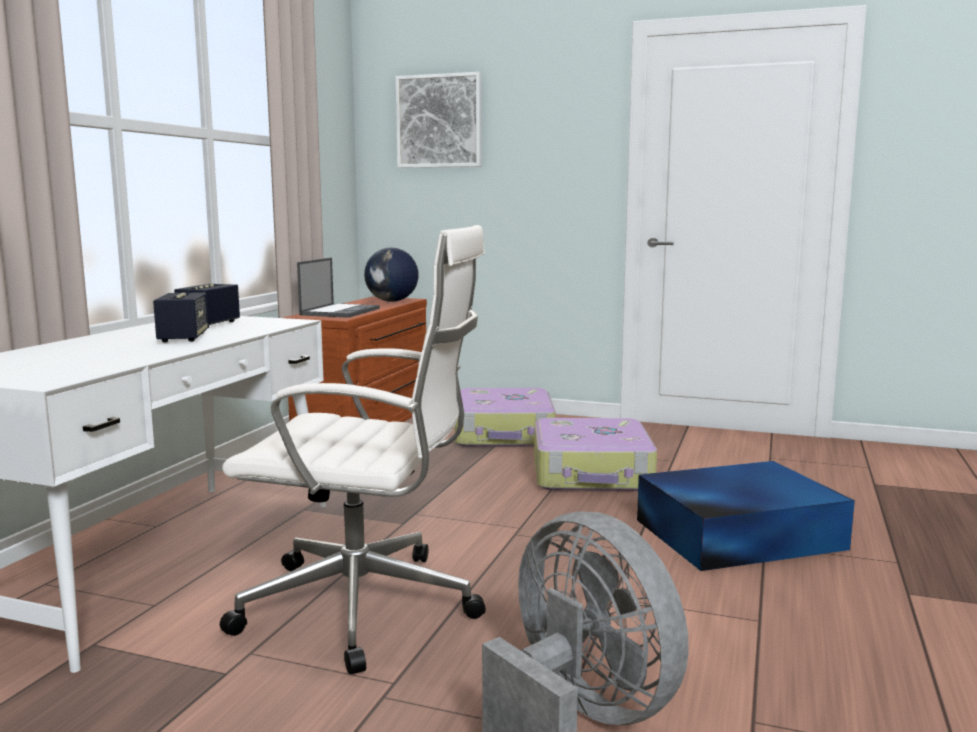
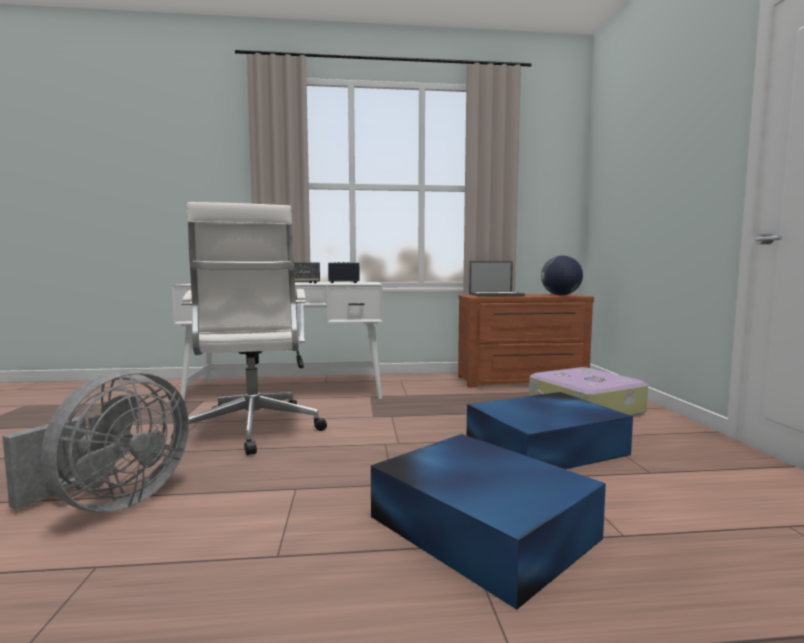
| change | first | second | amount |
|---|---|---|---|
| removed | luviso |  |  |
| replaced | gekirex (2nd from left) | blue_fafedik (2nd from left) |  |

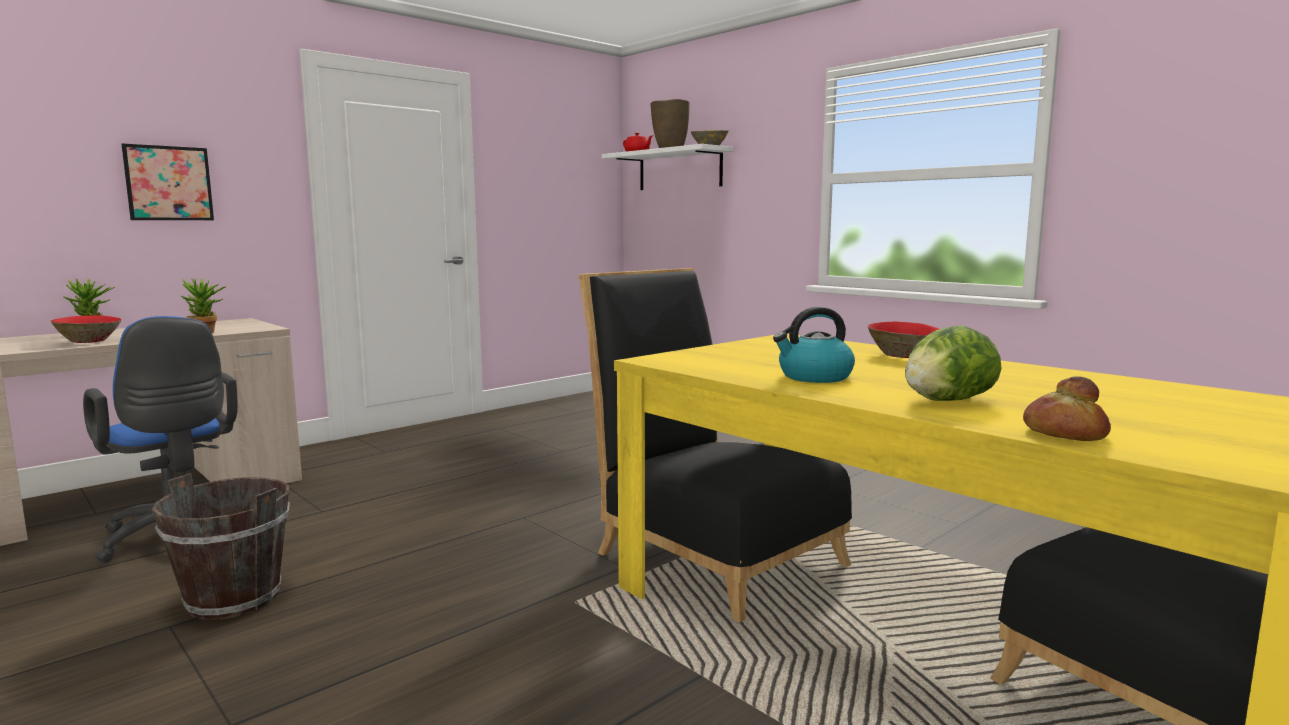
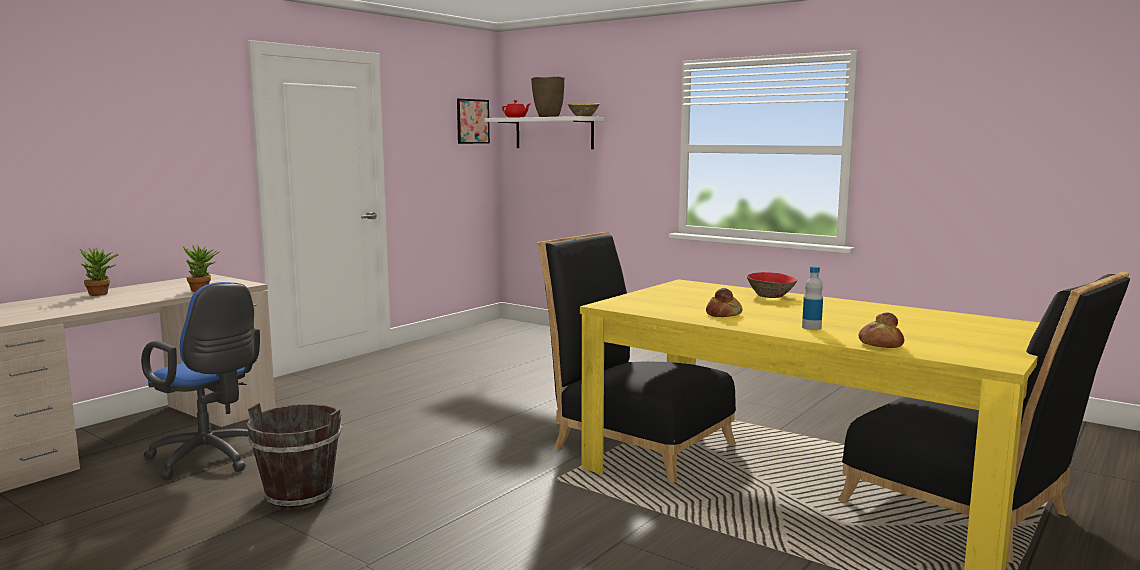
| change | first | second | amount |
|---|---|---|---|
| moved | luviso |  |  |
| replaced | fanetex | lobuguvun (1st from left) |  |
| removed | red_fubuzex (1st from left) |  |  |
| replaced | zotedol | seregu |  |

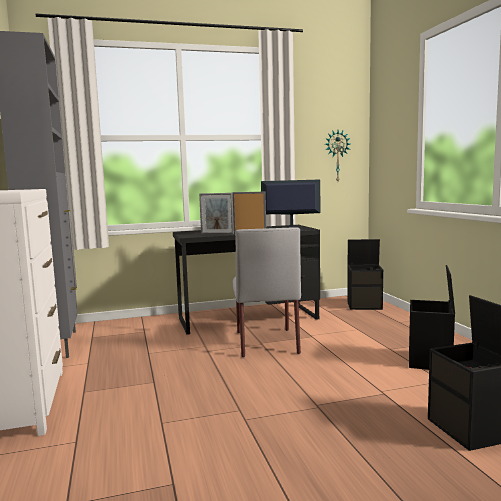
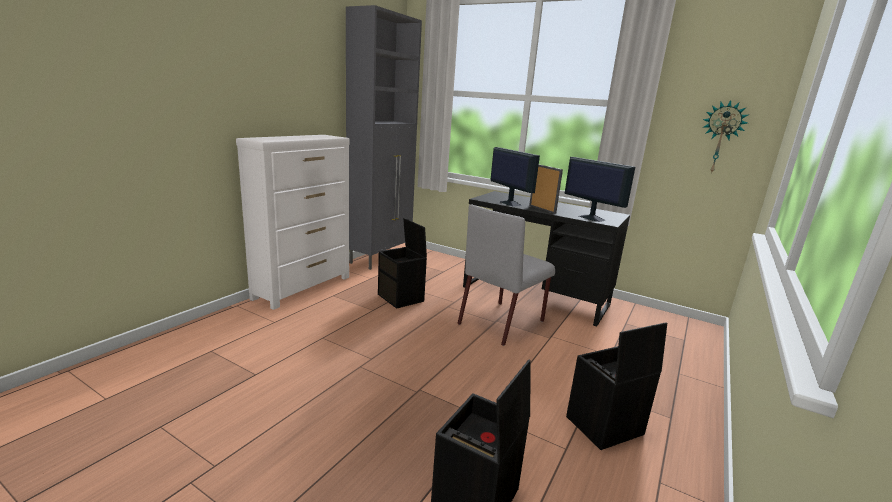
| change | first | second | amount |
|---|---|---|---|
| replaced | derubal (1st from left) | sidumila (1st from left) |  |
| moved | black_fafedik (1st from left) |  |  |

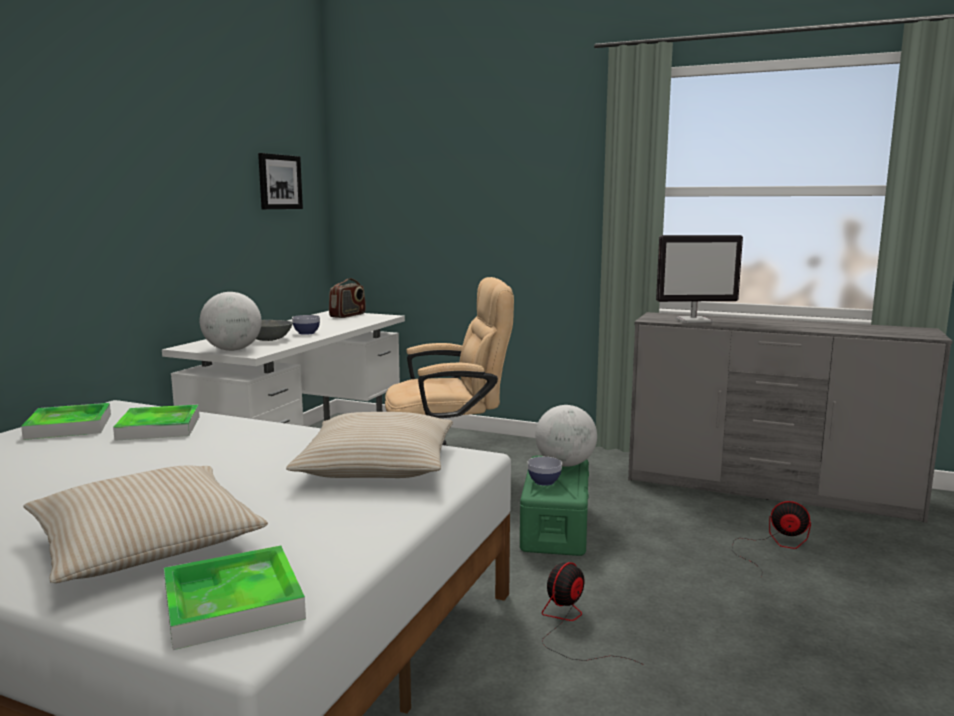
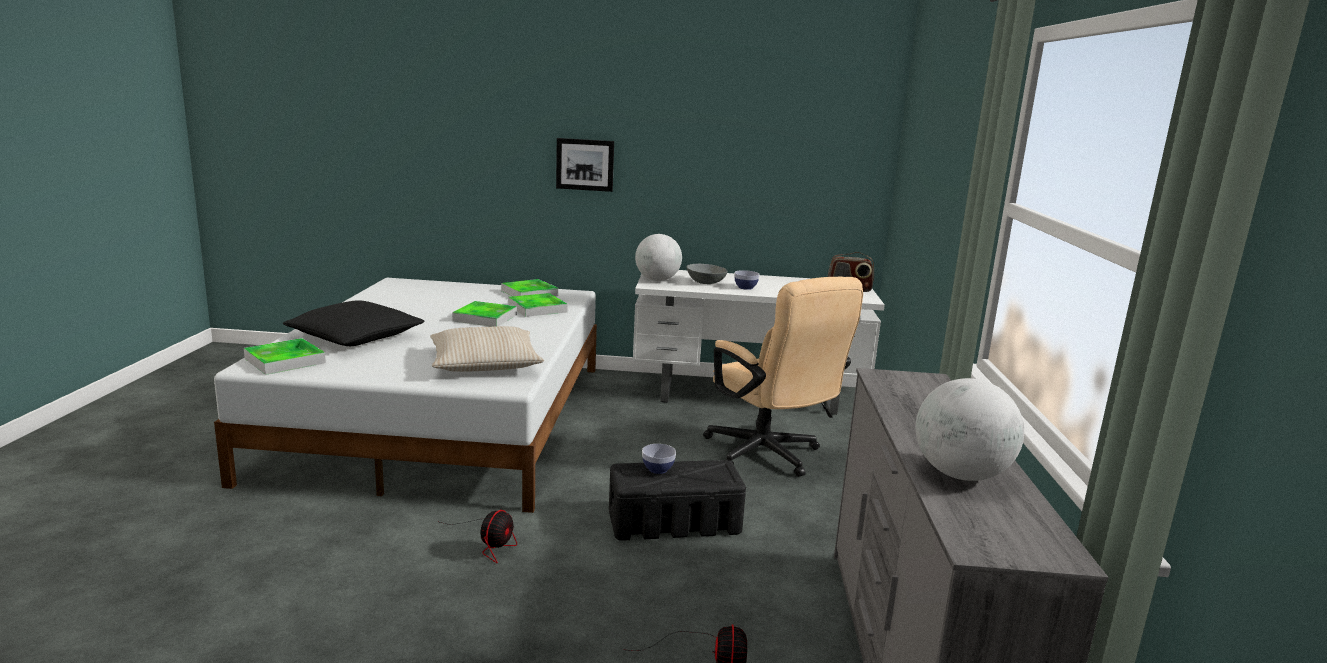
| change | first | second | amount |
|---|---|---|---|
| moved | luviso |  |  |
| removed | sidumila |  |  |
| moved | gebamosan (2nd from left) |  |  |
| recoloured | green_fafedik | black_fafedik |  |
| recoloured | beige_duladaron (1st from left) | black_duladaron |  |
| turned | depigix (1st from left) |  | 90 degrees clockwise |
| added |  | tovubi (2nd from left) |  |

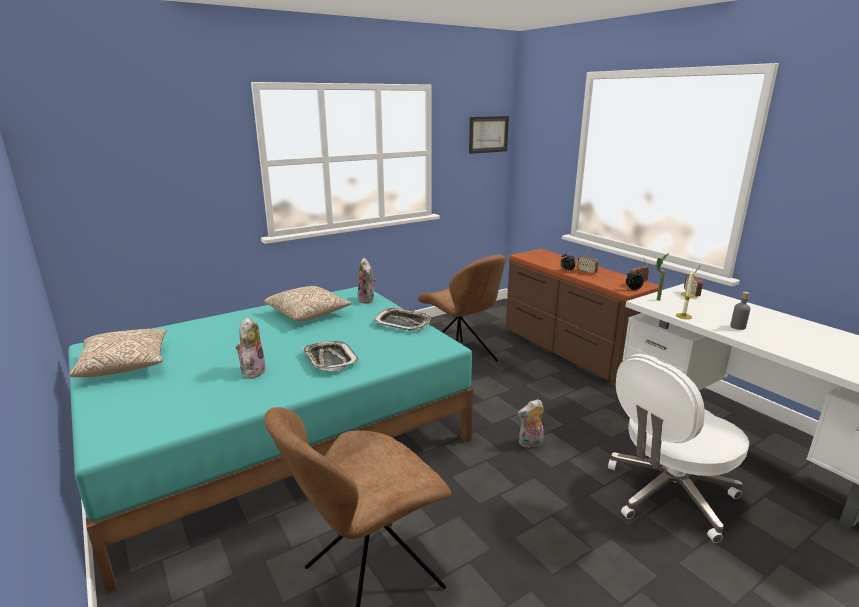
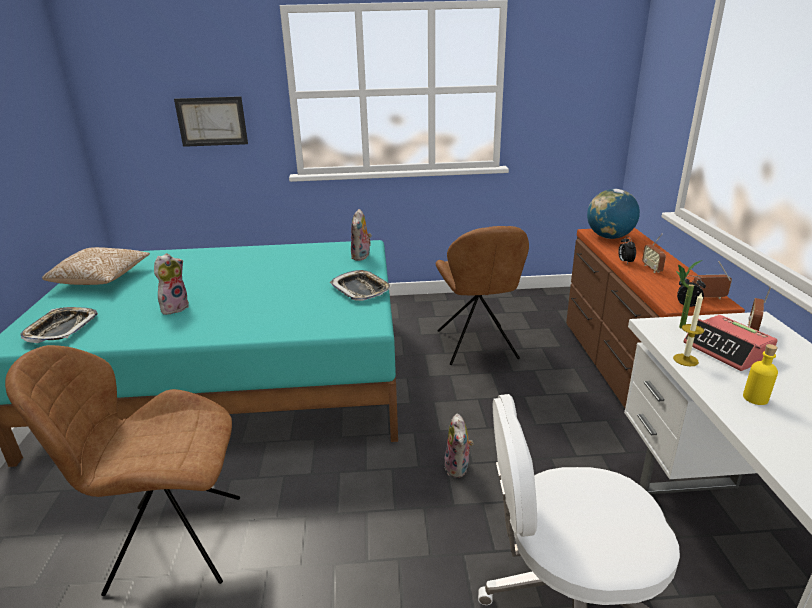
| change | first | second | amount |
|---|---|---|---|
| moved | luviso |  |  |
| removed | duladaron (2nd from left) |  |  |
| recoloured | grey_seregu | yellow_seregu |  |
| moved | tovubi (1st from left) |  |  |
| turned | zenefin (3rd from left) |  | 105 degrees counterclockwise |
| added |  | gebamosan |  |
| added |  | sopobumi (3rd from left) |  |

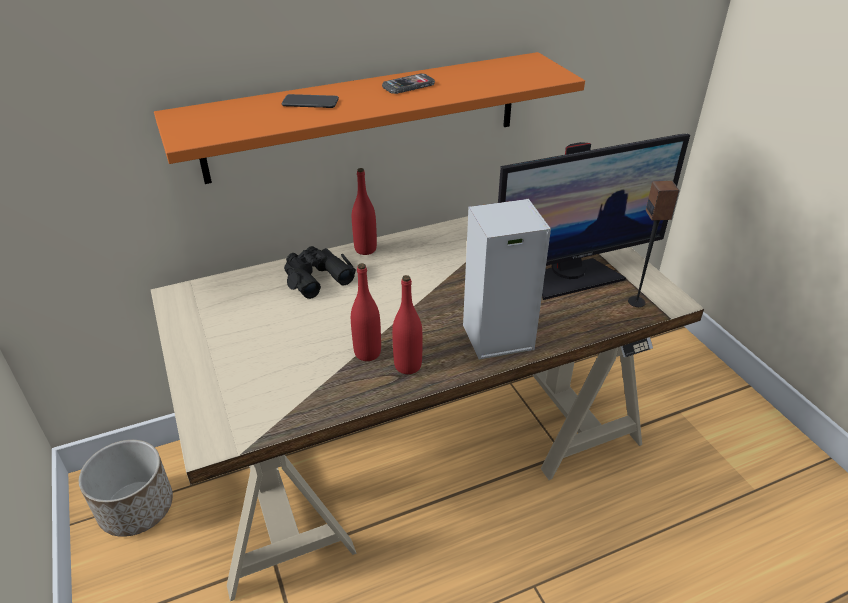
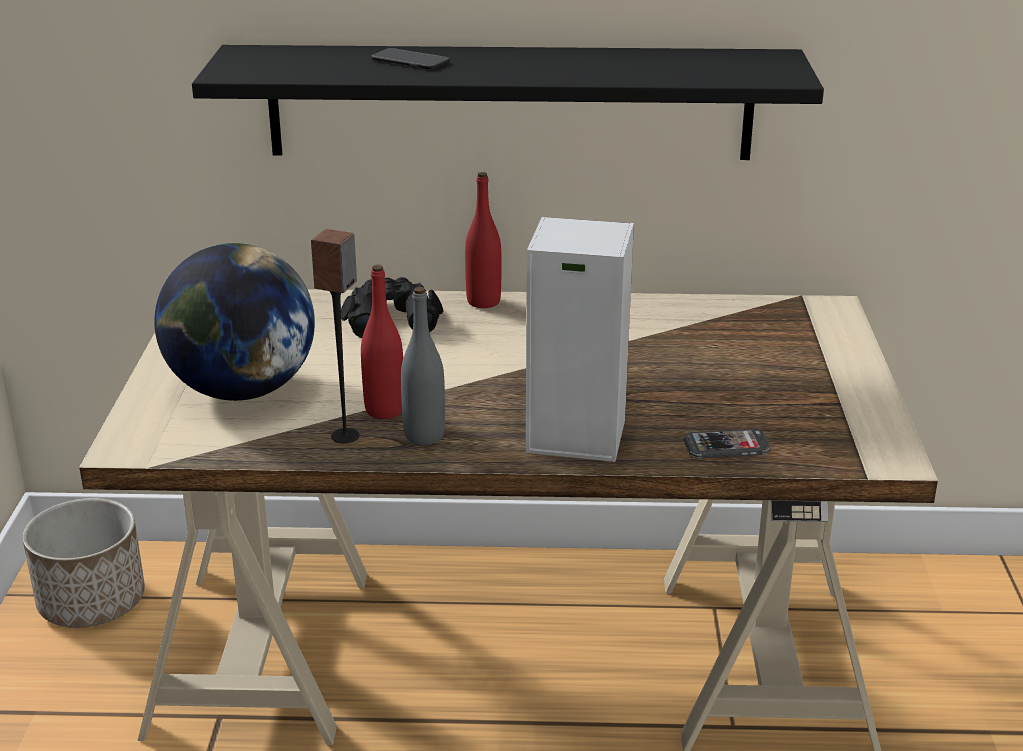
| change | first | second | amount |
|---|---|---|---|
| recoloured | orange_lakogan | black_lakogan |  |
| moved | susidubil (2nd from left) |  |  |
| removed | sidumila |  |  |
| moved | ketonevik (2nd from left in the first image) | ketonevik (1st from left) |  |
| recoloured | red_seregu (3rd from left) | grey_seregu |  |
| added |  | gebamosan |  |

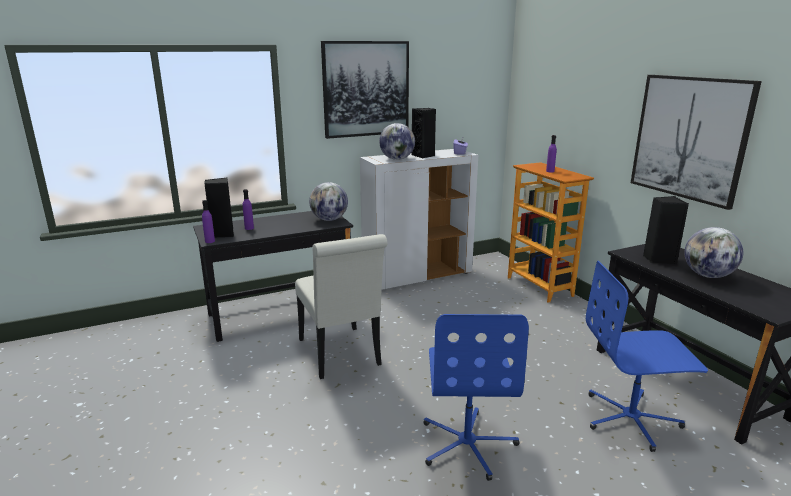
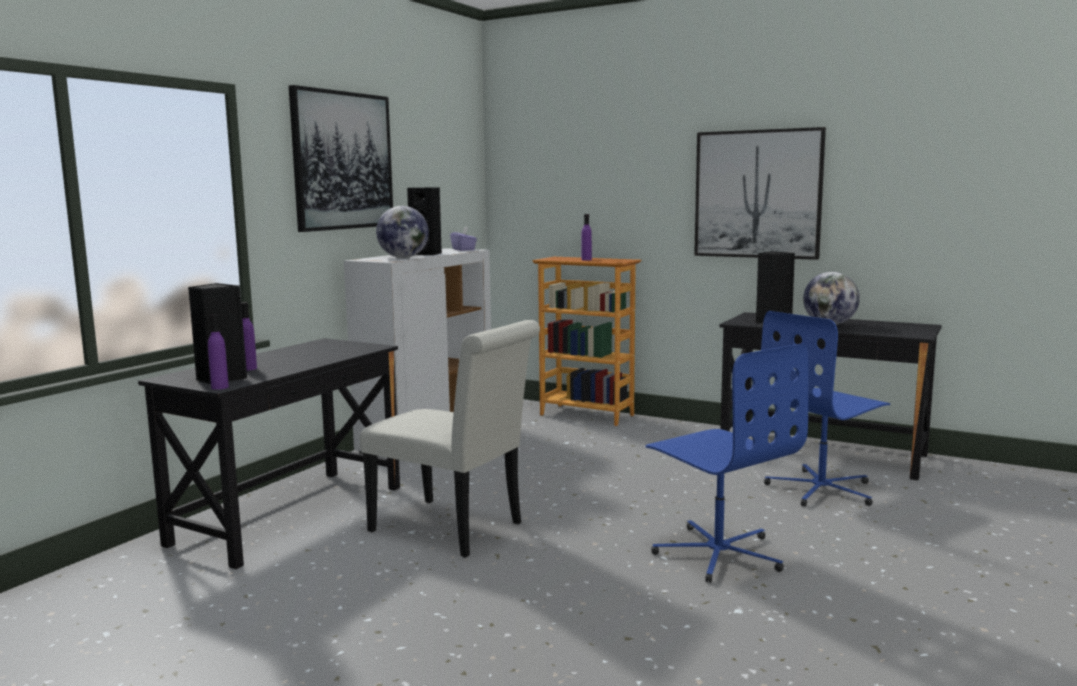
| change | first | second | amount |
|---|---|---|---|
| removed | gebamosan (1st from left) |  |  |

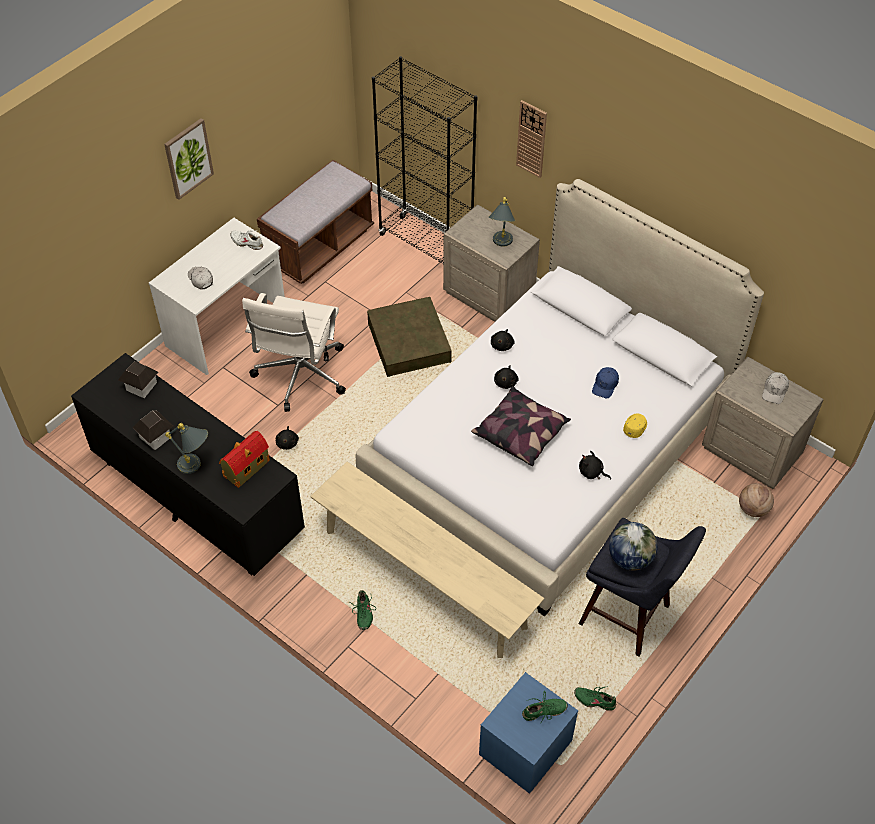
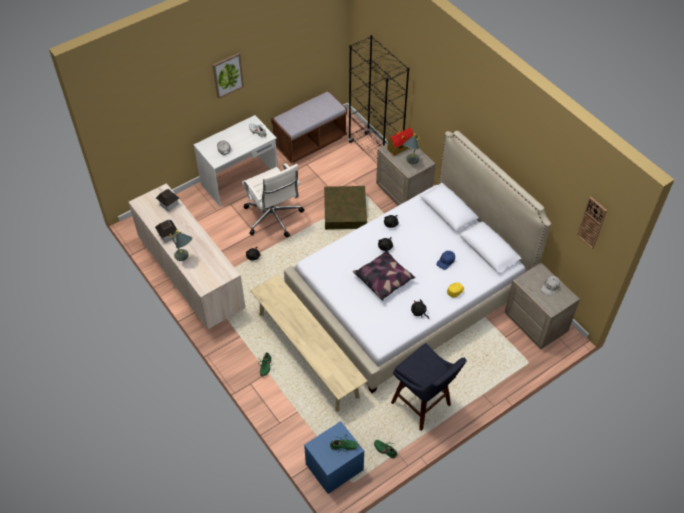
| change | first | second | amount |
|---|---|---|---|
| moved | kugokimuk |  |  |
| turned | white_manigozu |  | 60 degrees counterclockwise |
| recoloured | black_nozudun | beige_nozudun |  |
| moved | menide (3rd from left) |  |  |
| removed | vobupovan |  |  |
| removed | gebamosan |  |  |

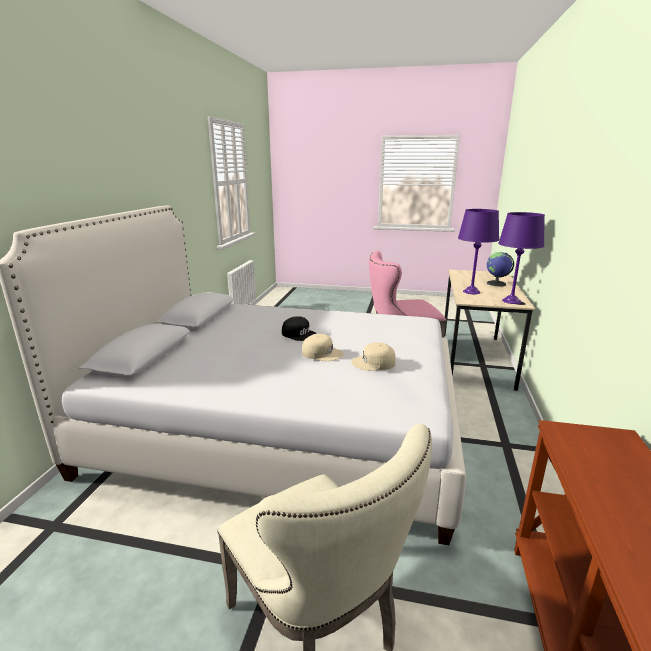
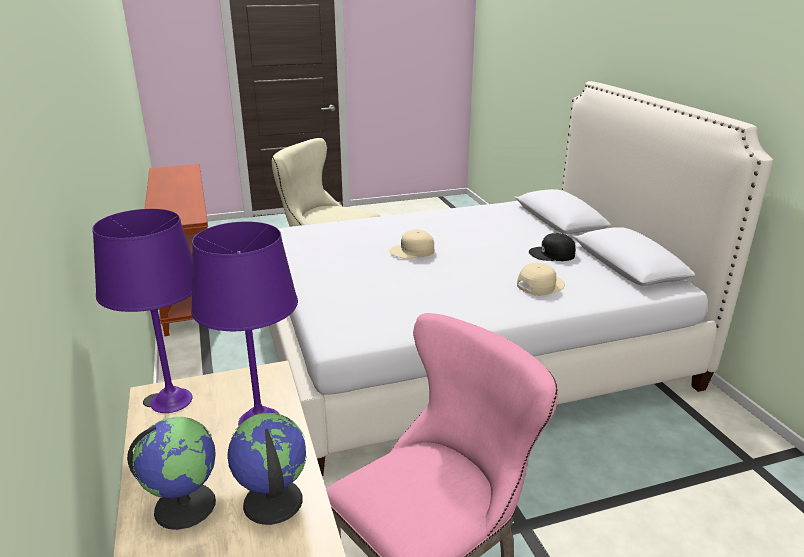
| change | first | second | amount |
|---|---|---|---|
| moved | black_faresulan |  |  |
| moved | beige_faresulan (2nd from left) |  |  |
| added |  | gebamosan (2nd from left) |  |

